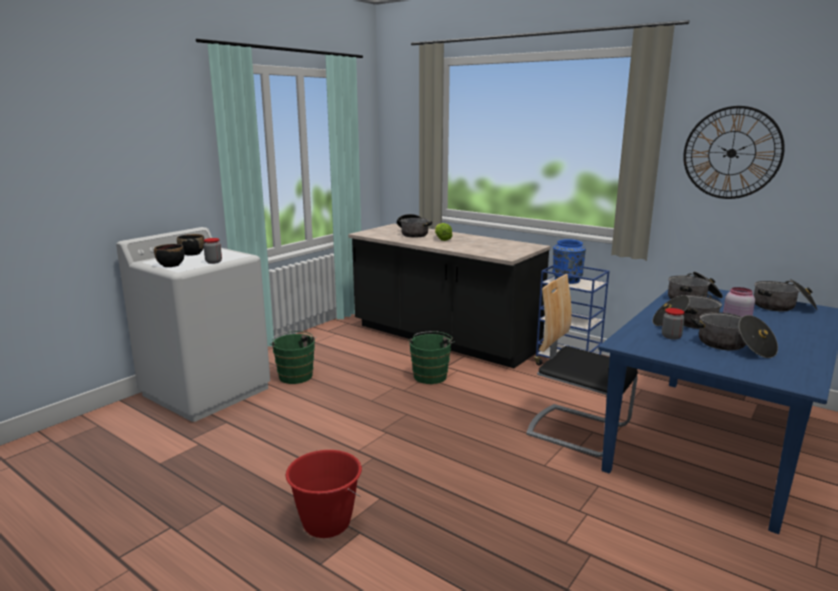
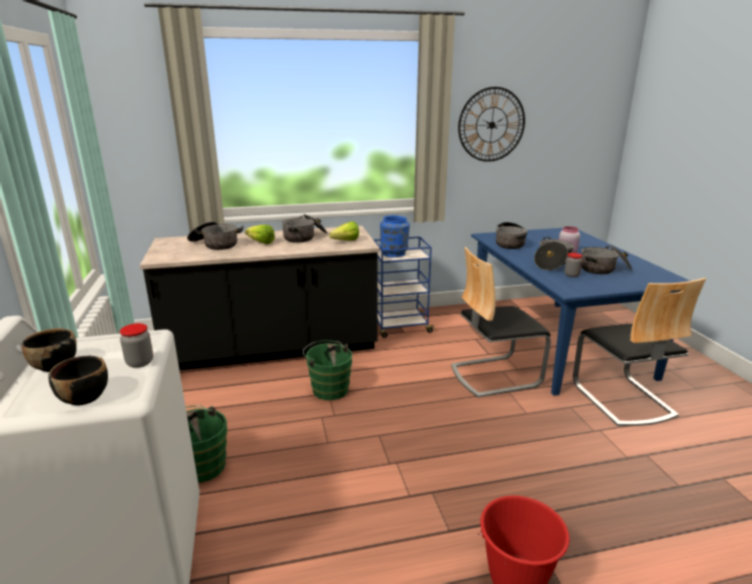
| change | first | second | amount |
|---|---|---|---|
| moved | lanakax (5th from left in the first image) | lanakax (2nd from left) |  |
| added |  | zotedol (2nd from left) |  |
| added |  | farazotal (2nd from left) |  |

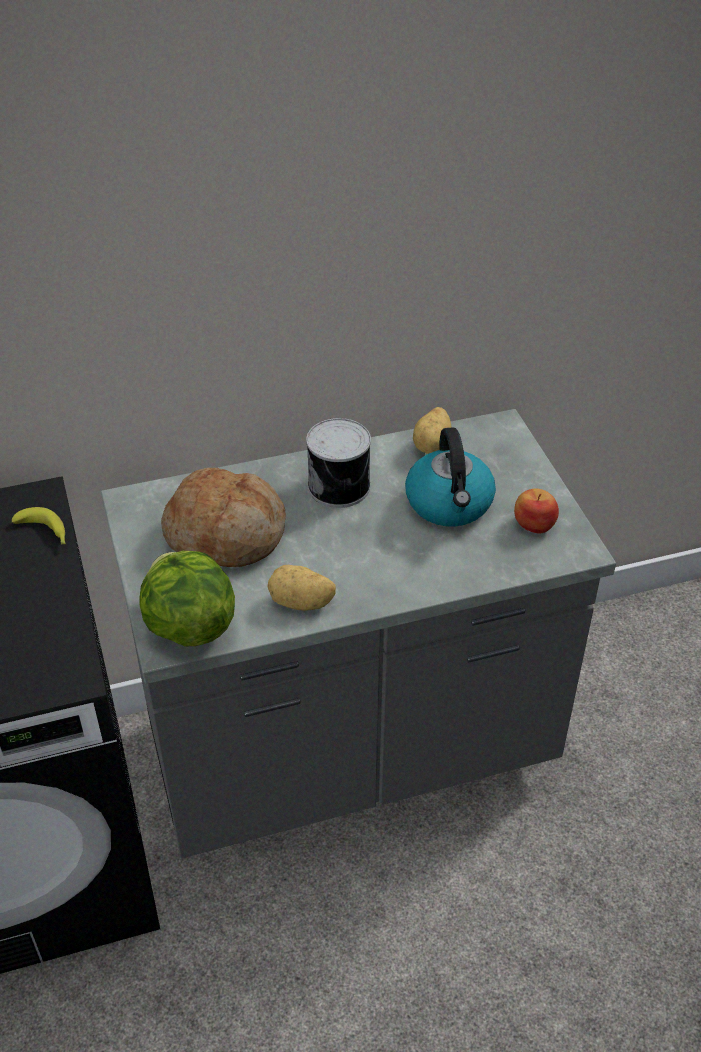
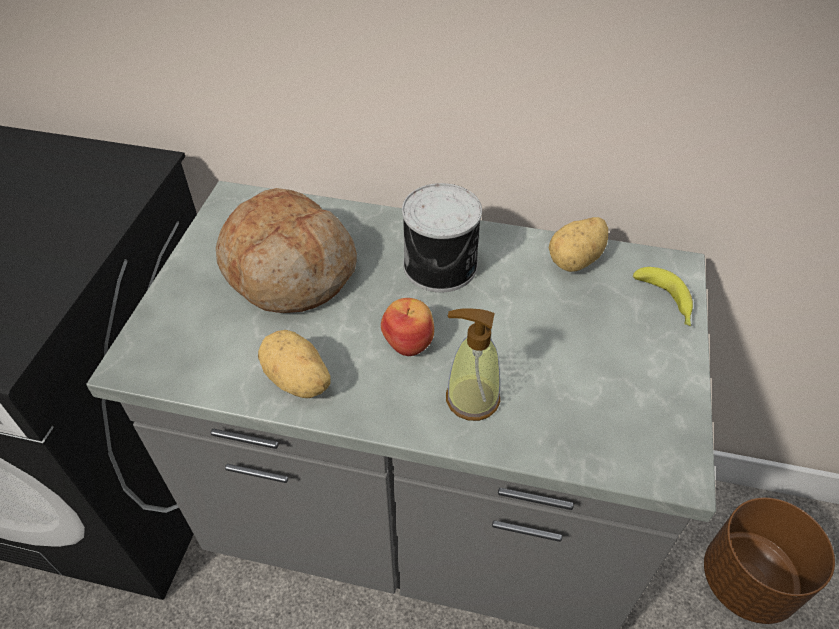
| change | first | second | amount |
|---|---|---|---|
| removed | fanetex |  |  |
| moved | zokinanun |  |  |
| moved | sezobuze |  |  |
| removed | zotedol |  |  |
| added |  | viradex |  |
| added |  | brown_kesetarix |  |

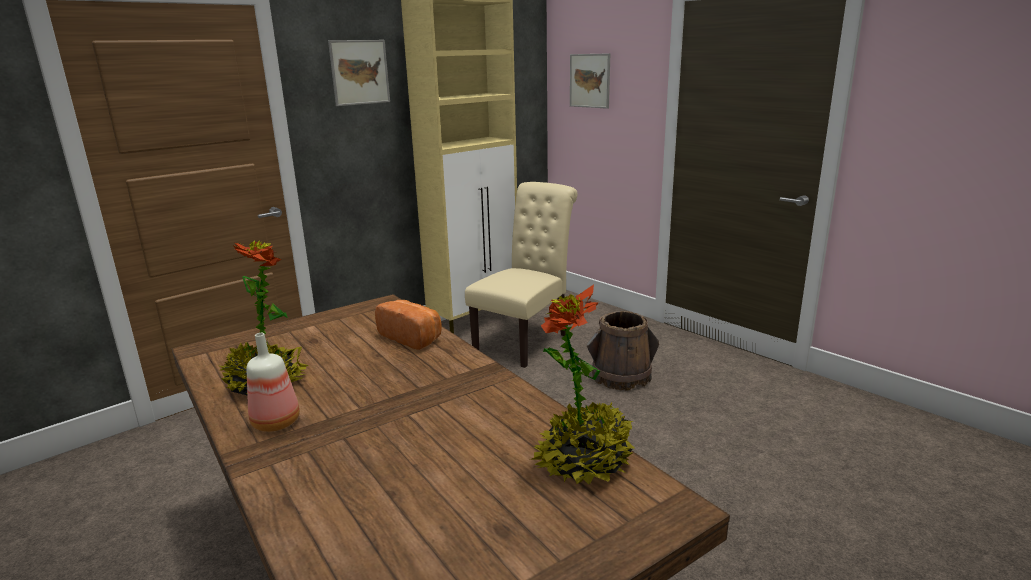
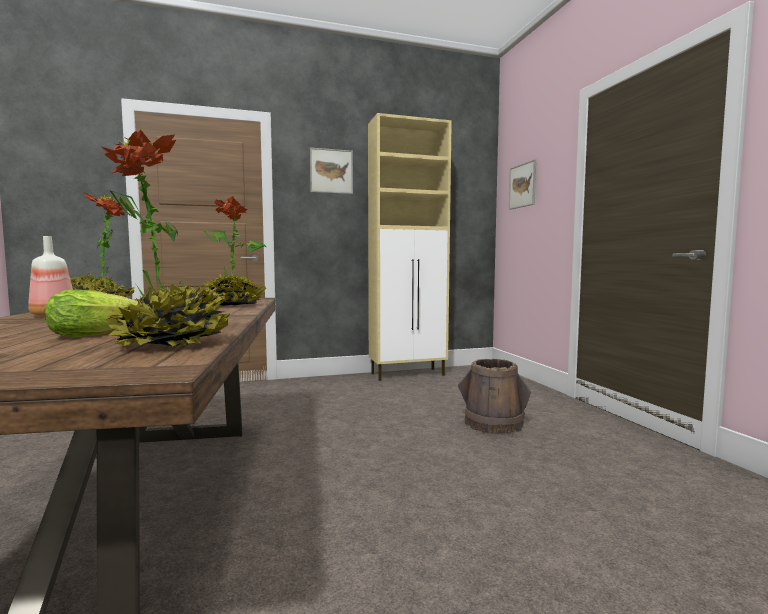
| change | first | second | amount |
|---|---|---|---|
| removed | beige_farazotal |  |  |
| replaced | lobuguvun | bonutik (3rd from left) |  |
| added |  | zotedol |  |

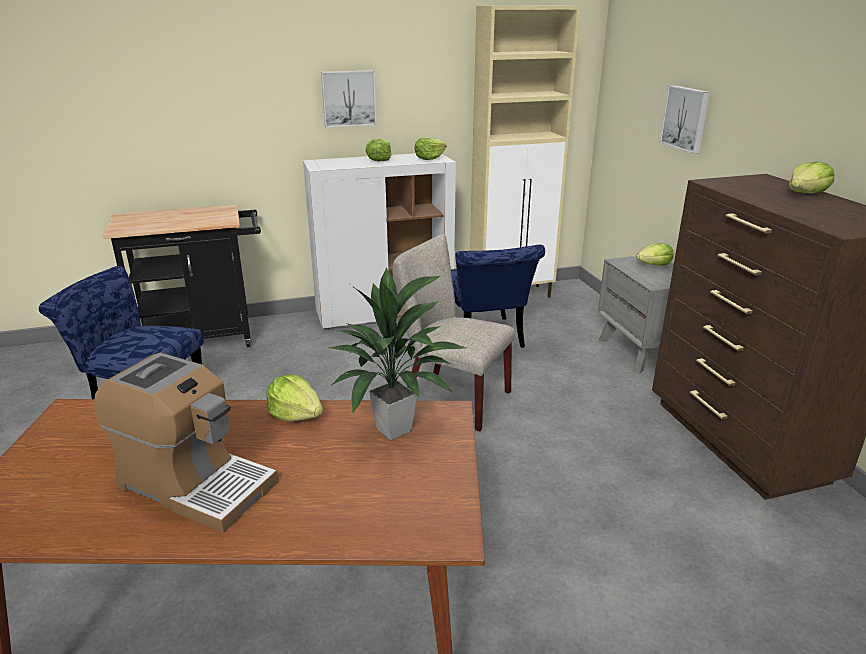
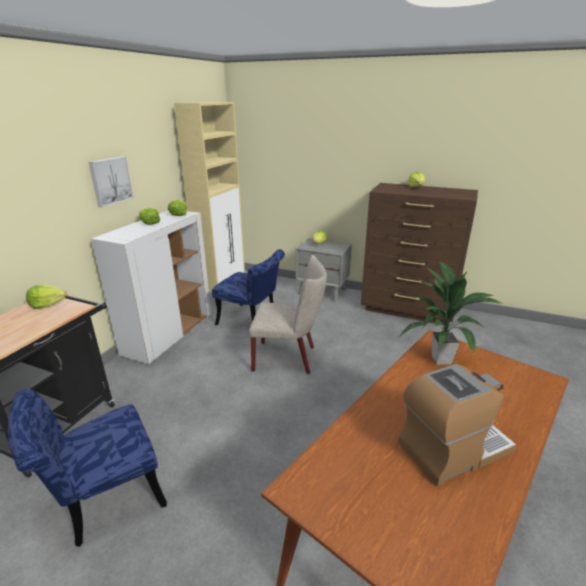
| change | first | second | amount |
|---|---|---|---|
| removed | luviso (2nd from left) |  |  |
| turned | beige_farazotal |  | 150 degrees counterclockwise |
| moved | zotedol (1st from left) |  |  |

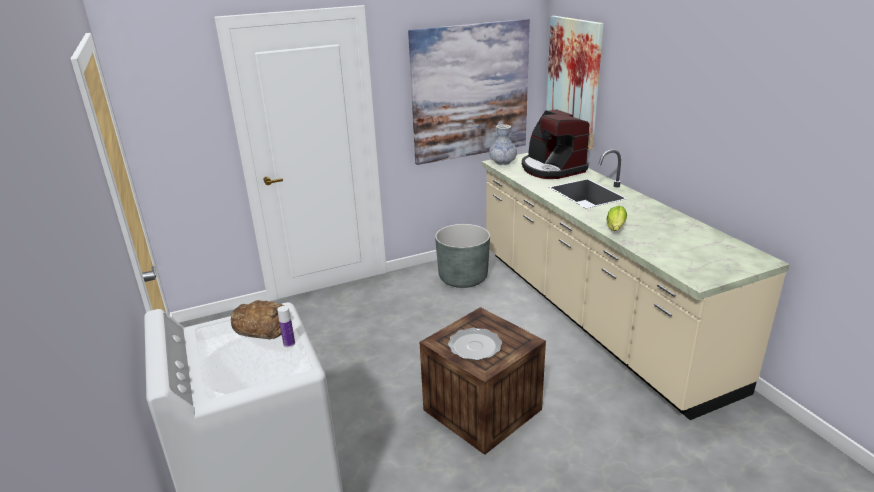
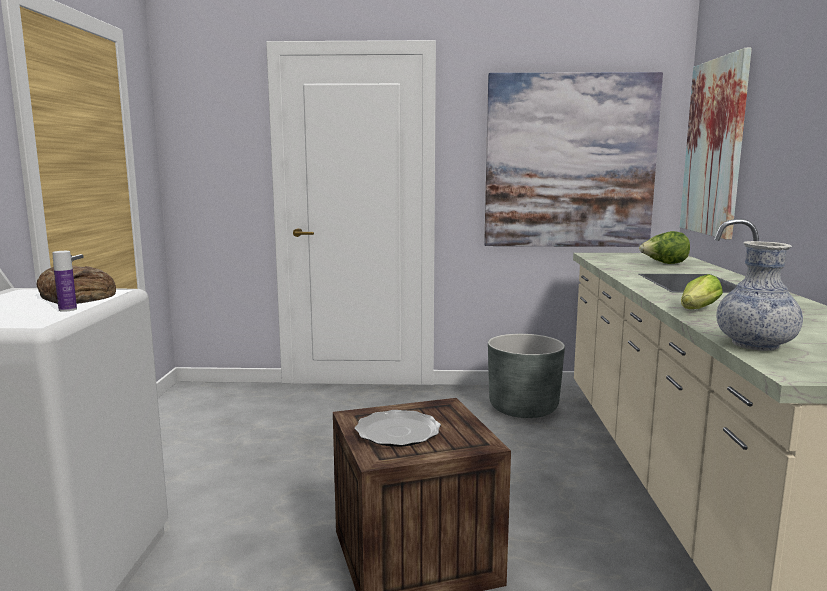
| change | first | second | amount |
|---|---|---|---|
| replaced | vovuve | zotedol (1st from left) |  |
| moved | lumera |  |  |

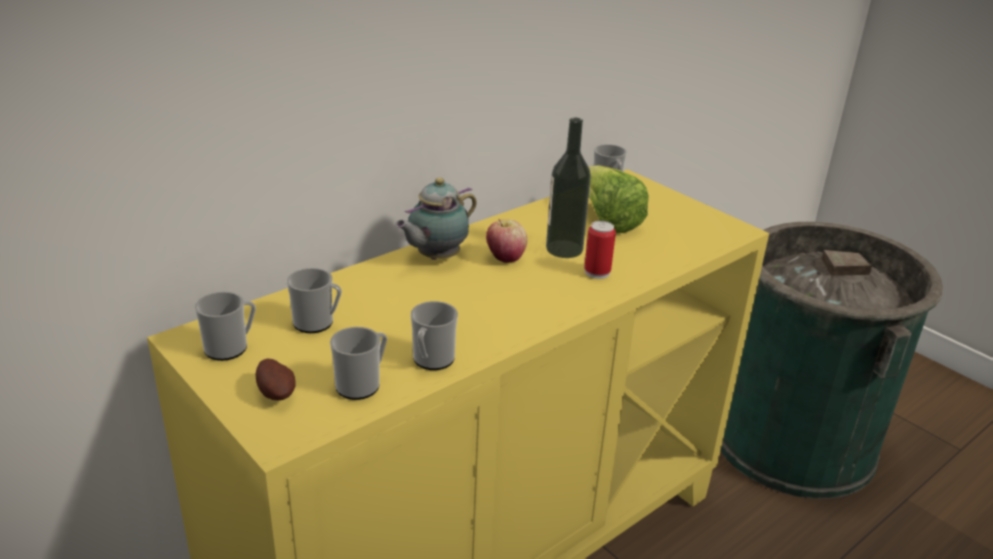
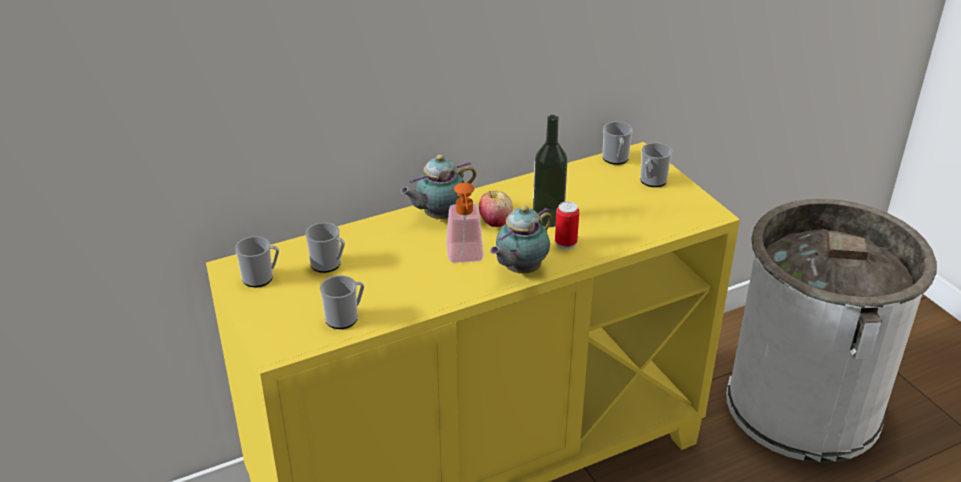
| change | first | second | amount |
|---|---|---|---|
| removed | zotedol |  |  |
| recoloured | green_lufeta | white_lufeta |  |
| moved | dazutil (4th from left in the first image) | dazutil (5th from left) |  |
| removed | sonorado |  |  |
| added |  | viradex |  |
| added |  | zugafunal (2nd from left) |  |

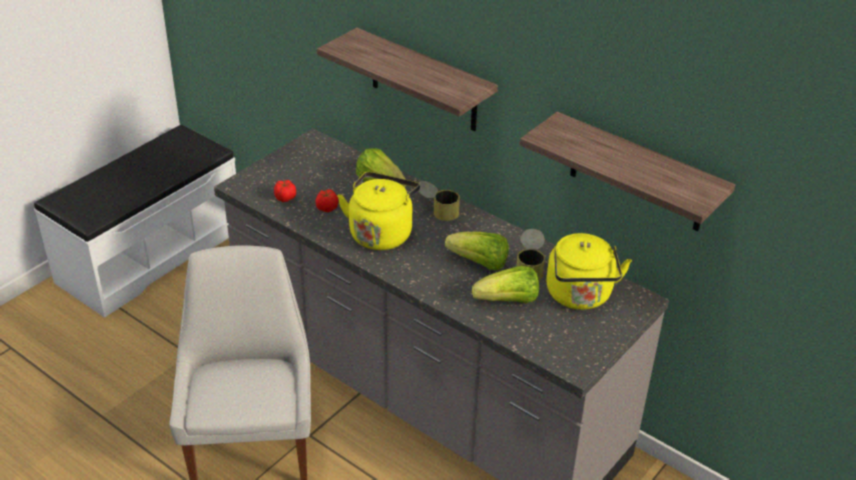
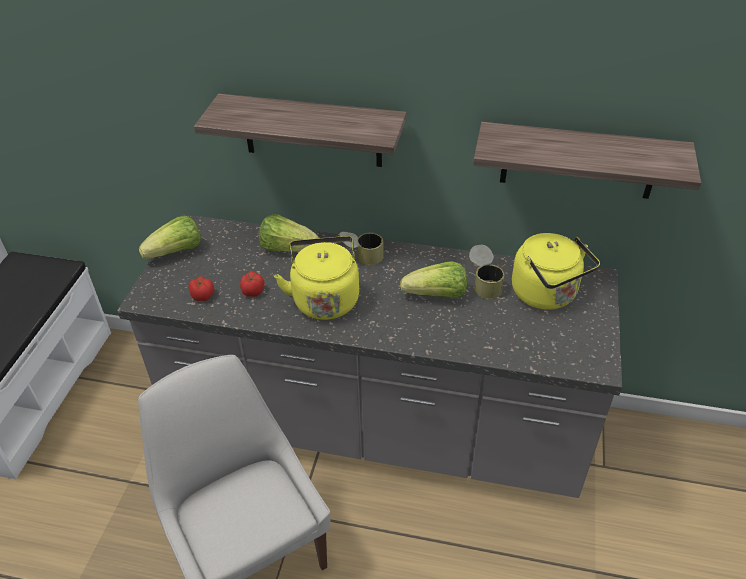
| change | first | second | amount |
|---|---|---|---|
| moved | zotedol (3rd from left in the first image) | zotedol (1st from left) |  |

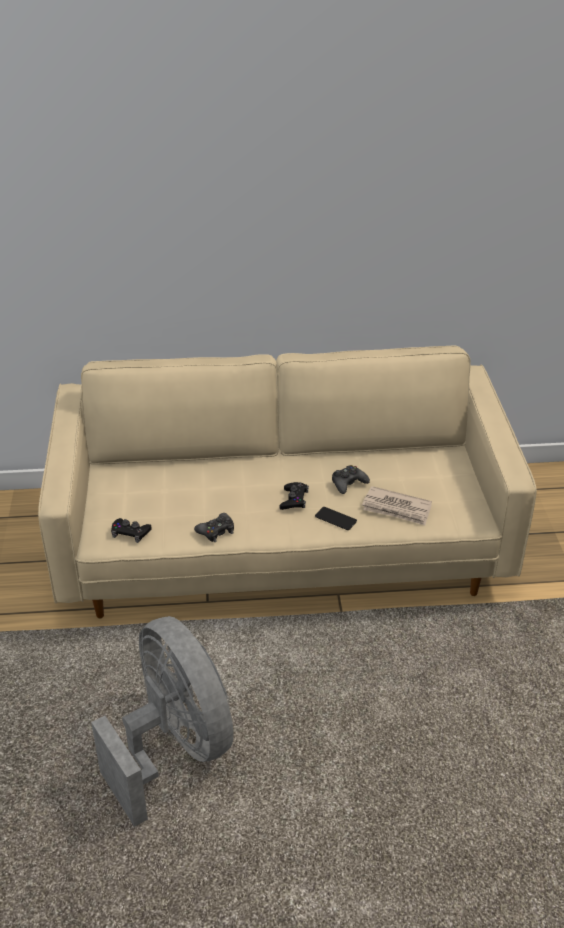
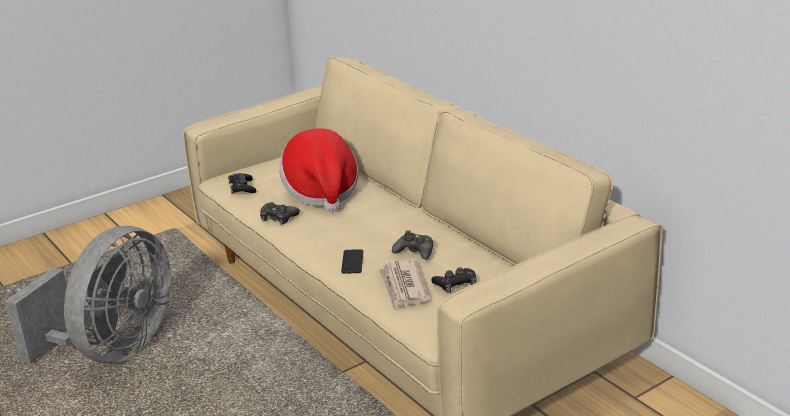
| change | first | second | amount |
|---|---|---|---|
| moved | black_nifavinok (3rd from left in the first image) | black_nifavinok (4th from left) |  |
| added |  | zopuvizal |  |

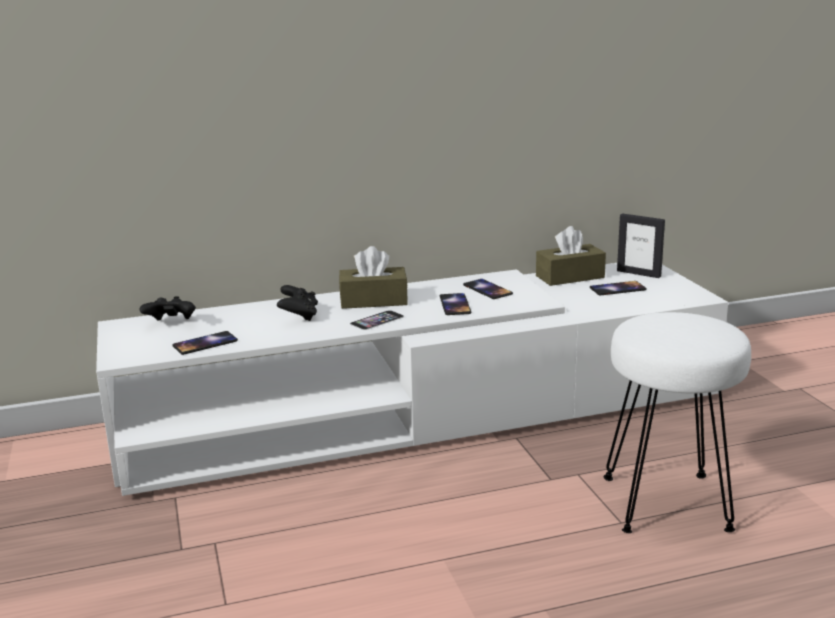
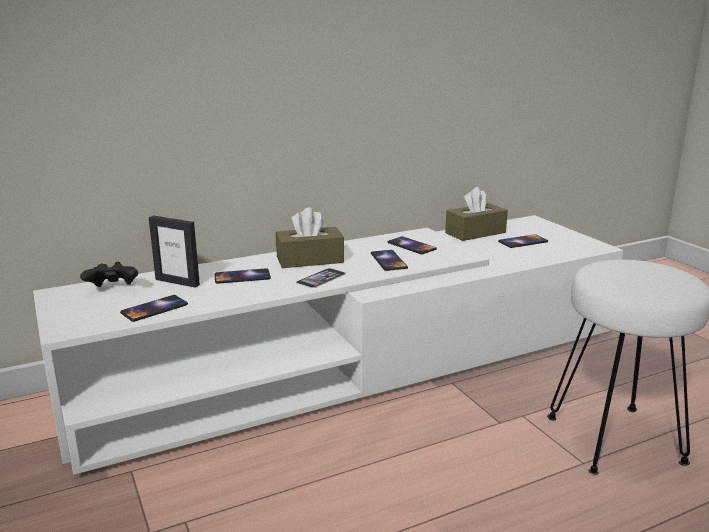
| change | first | second | amount |
|---|---|---|---|
| moved | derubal |  |  |
| replaced | black_nifavinok (2nd from left) | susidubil (2nd from left) |  |

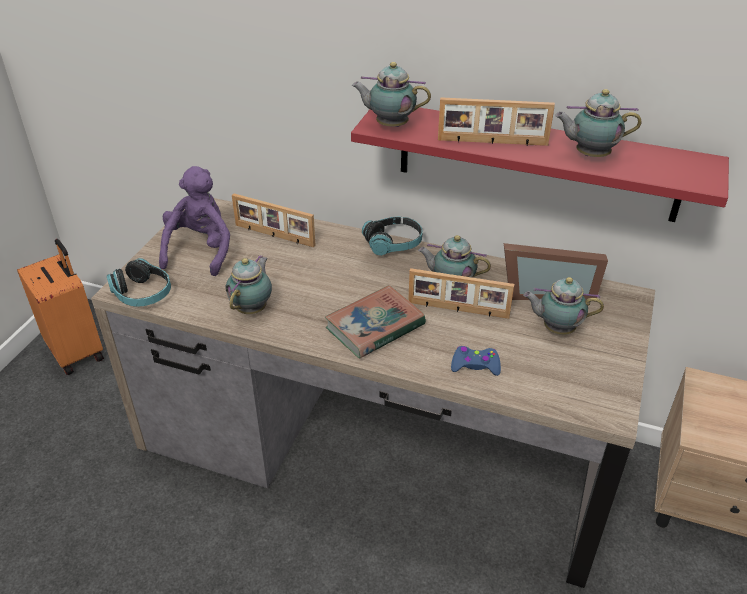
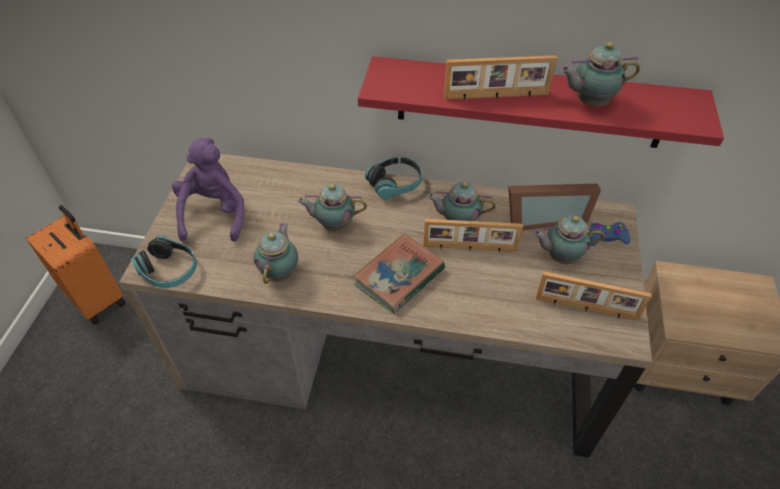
| change | first | second | amount |
|---|---|---|---|
| moved | zugafunal (2nd from left) |  |  |
| moved | derubal (1st from left in the first image) | derubal (4th from left) |  |
| moved | blue_nifavinok |  |  |

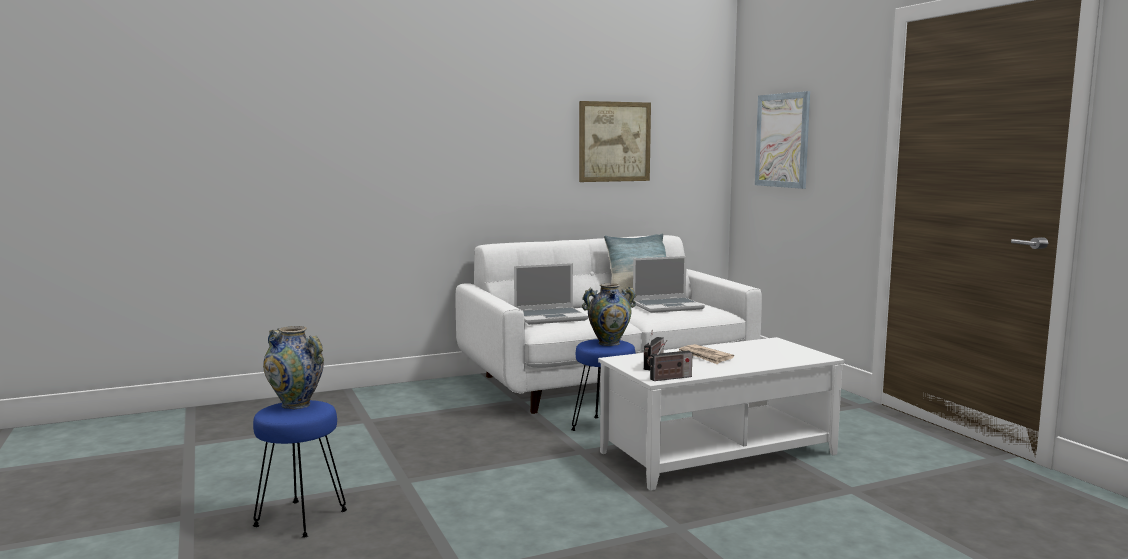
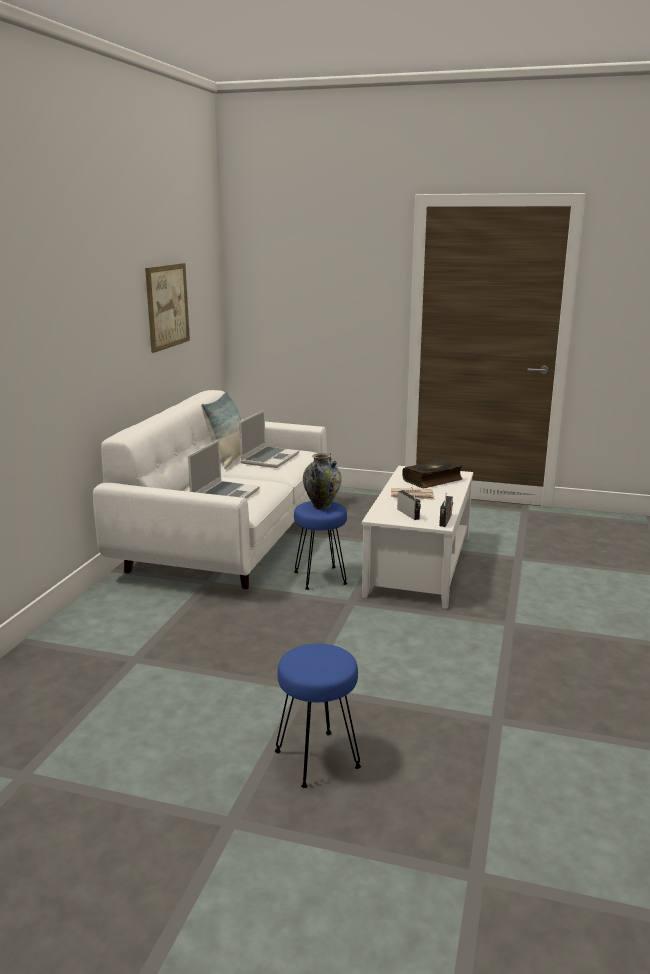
| change | first | second | amount |
|---|---|---|---|
| removed | luviso (2nd from left) |  |  |
| removed | lumera (1st from left) |  |  |
| added |  | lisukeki |  |

